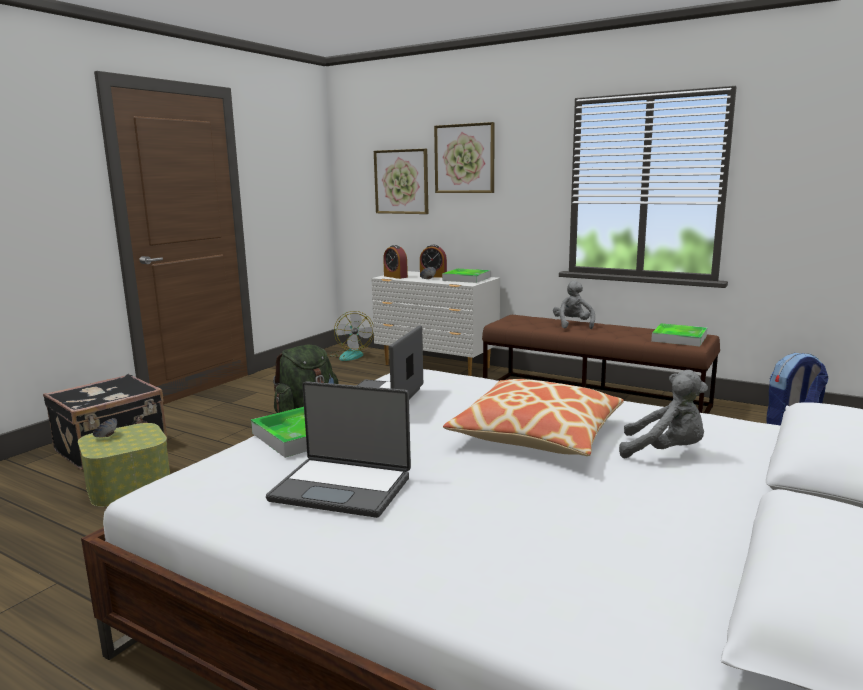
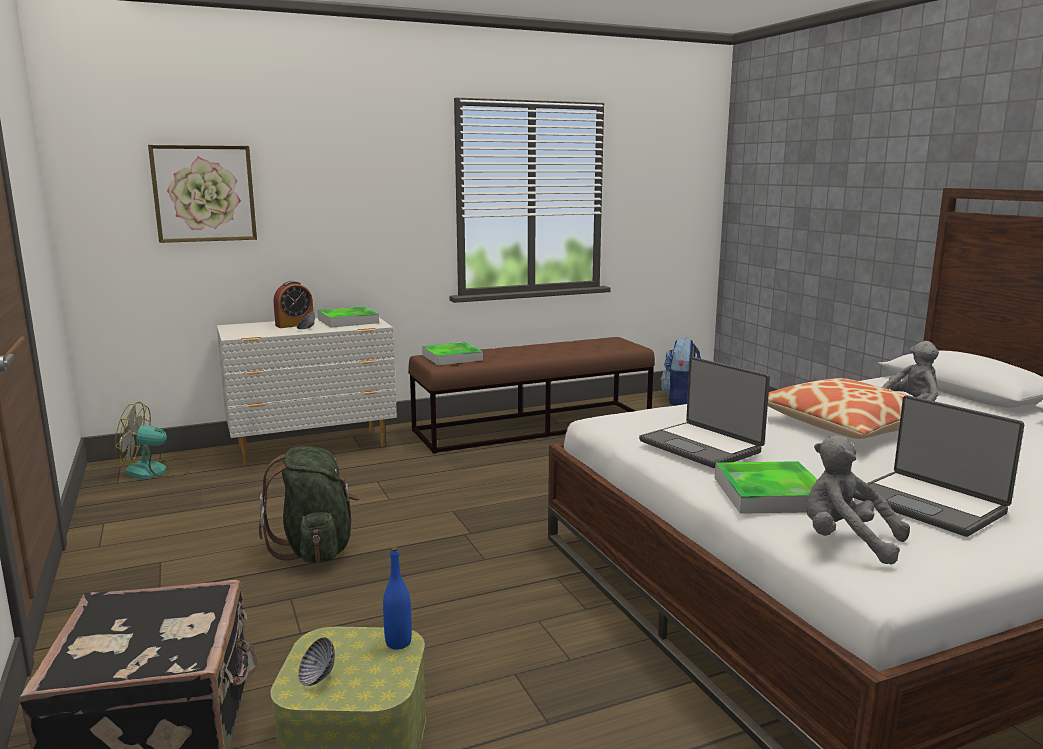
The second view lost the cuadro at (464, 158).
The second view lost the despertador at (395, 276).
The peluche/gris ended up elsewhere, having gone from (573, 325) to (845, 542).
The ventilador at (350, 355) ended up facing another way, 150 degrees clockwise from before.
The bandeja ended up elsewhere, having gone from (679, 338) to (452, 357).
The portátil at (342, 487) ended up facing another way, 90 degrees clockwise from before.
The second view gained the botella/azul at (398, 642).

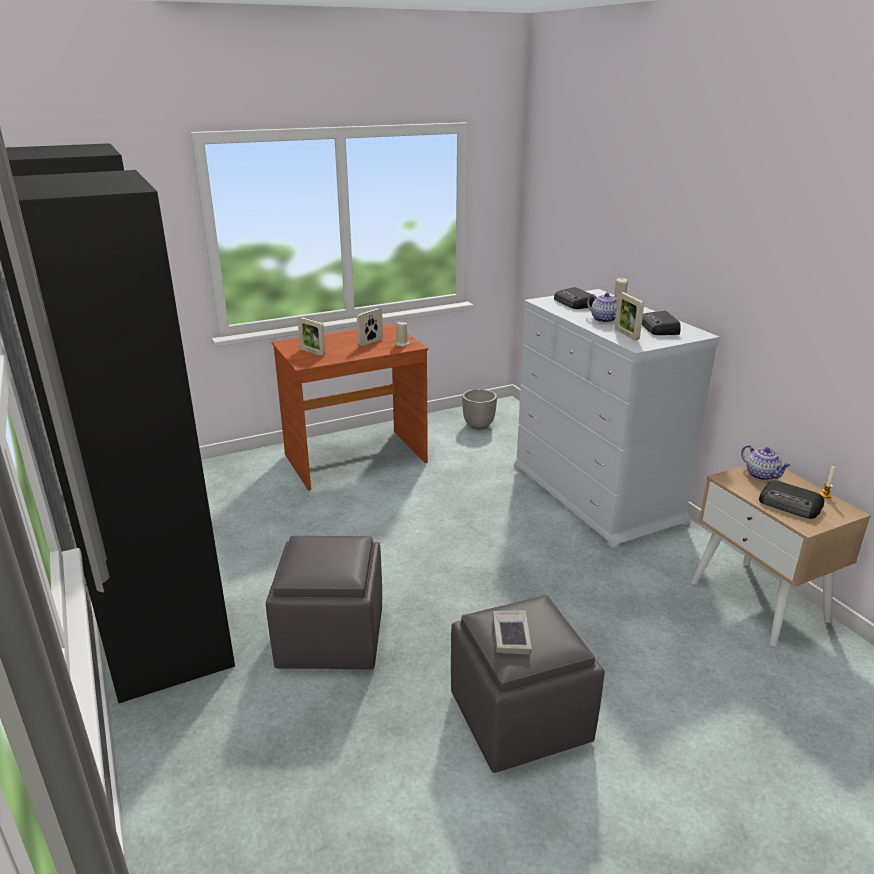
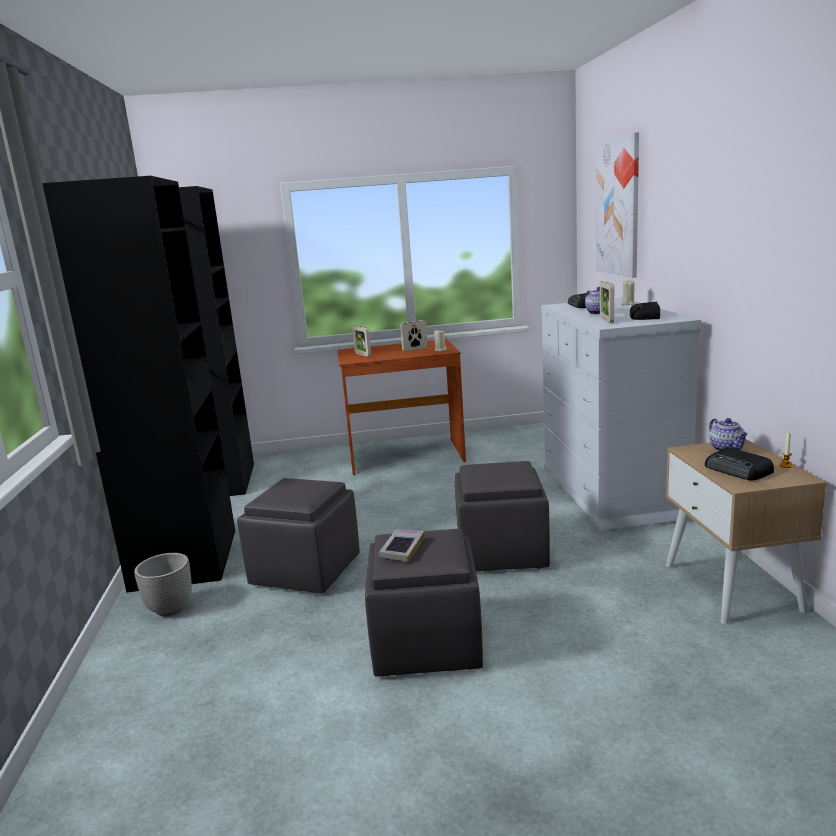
The maceta ended up elsewhere, having gone from (479, 425) to (171, 608).
The second view gained the cuadro at (618, 207).
The second view gained the puf/gris at (502, 552).

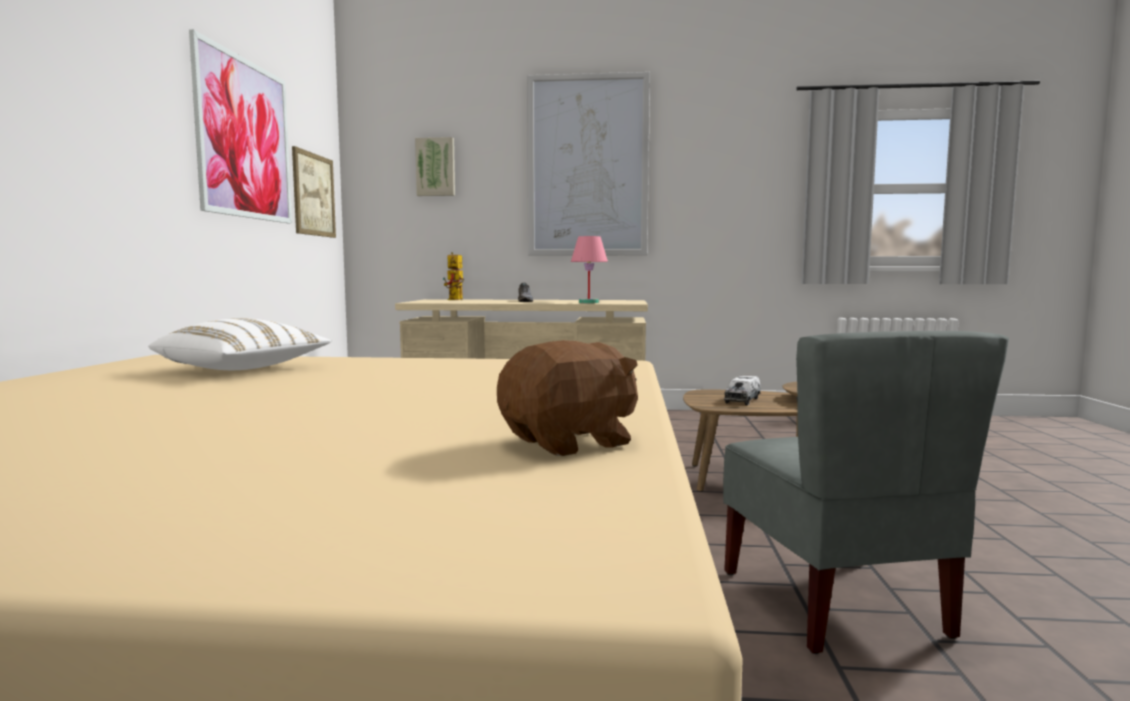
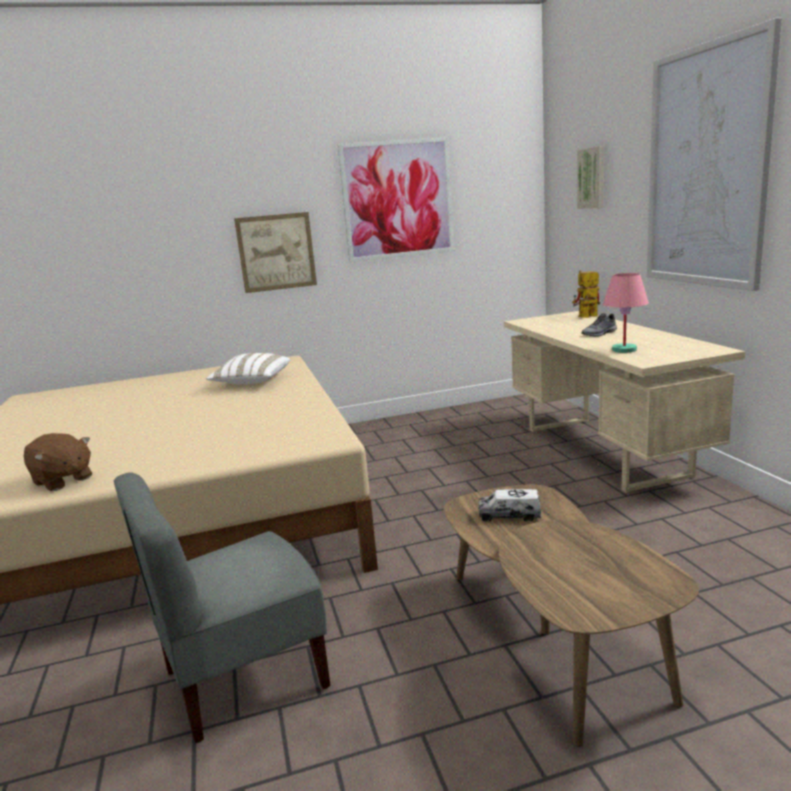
The cuadro ended up elsewhere, having gone from (314, 195) to (276, 252).

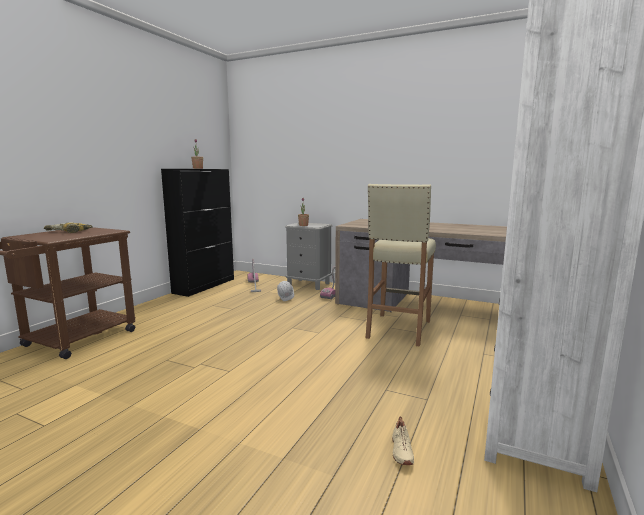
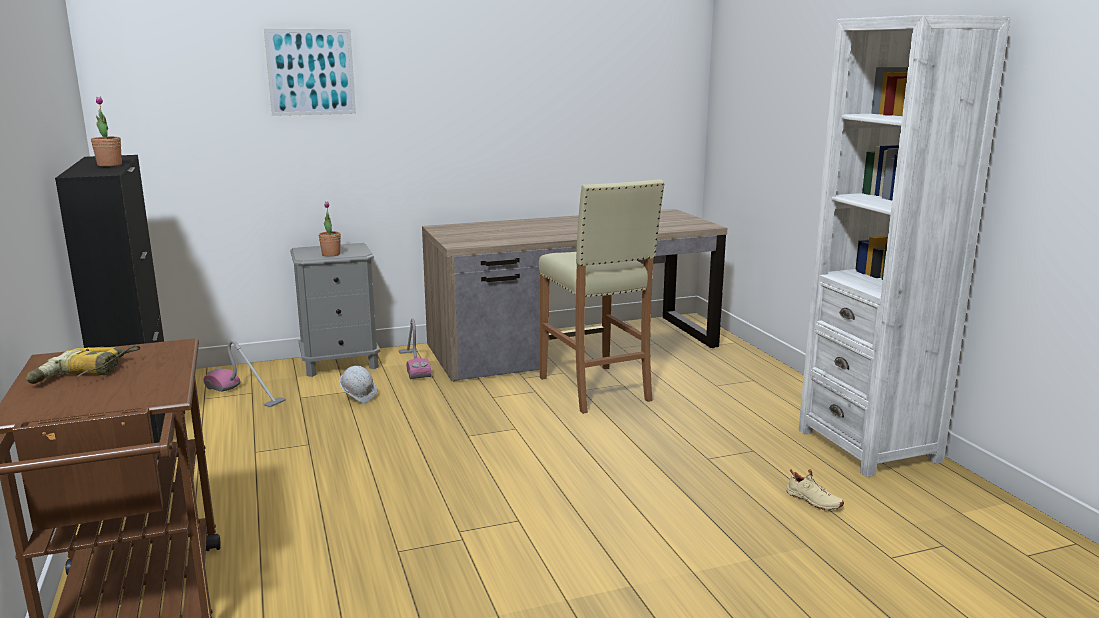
The second view gained the cuadro at (311, 72).

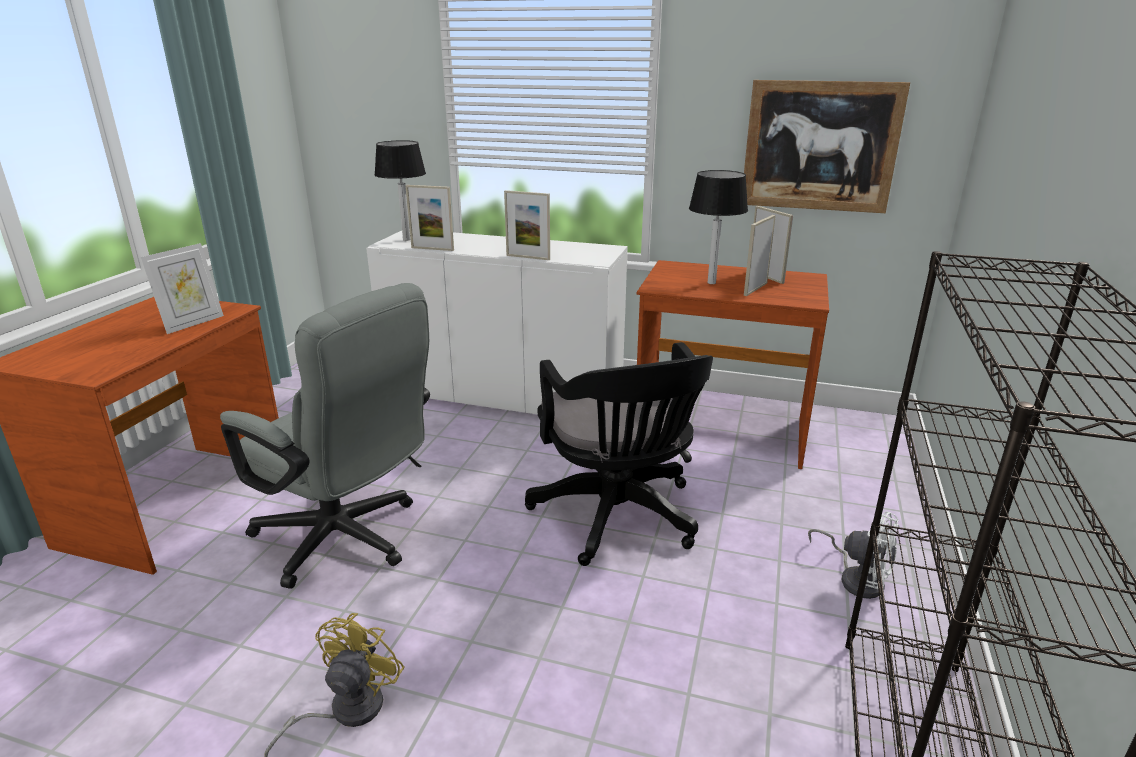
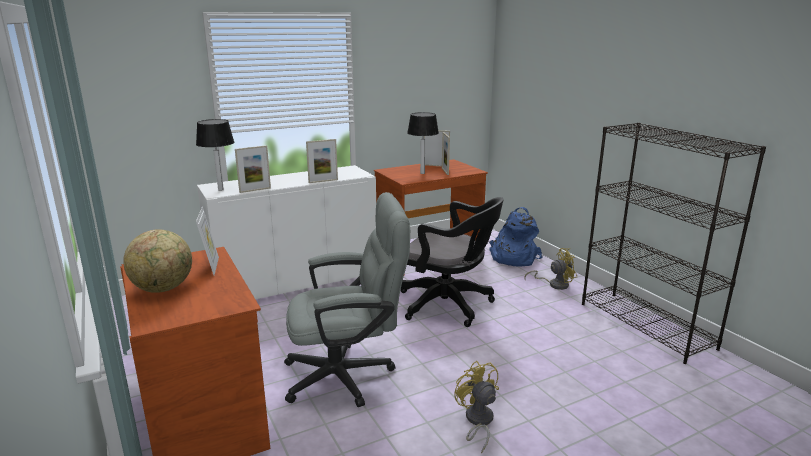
The second view lost the cuadro at (820, 146).
What was the ventilador/blanco at (857, 578) turned into the ventilador/amarillo at (554, 284).
The second view gained the mochila/azul at (512, 258).
The second view gained the globo terráqueo at (163, 288).

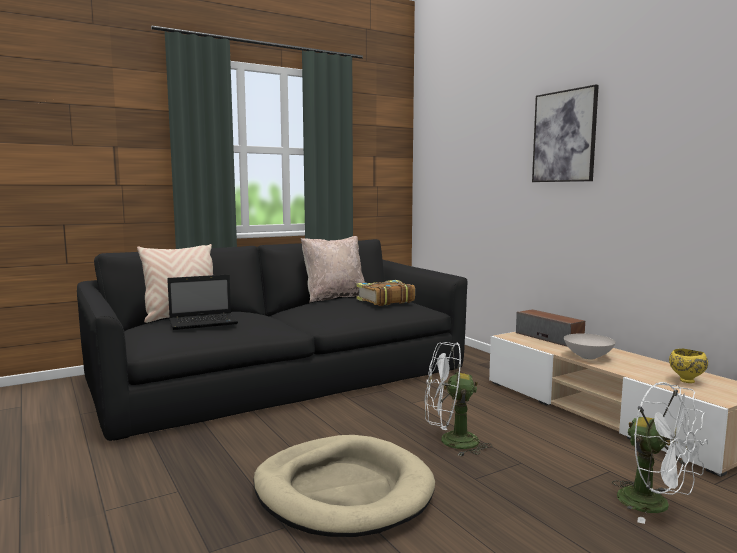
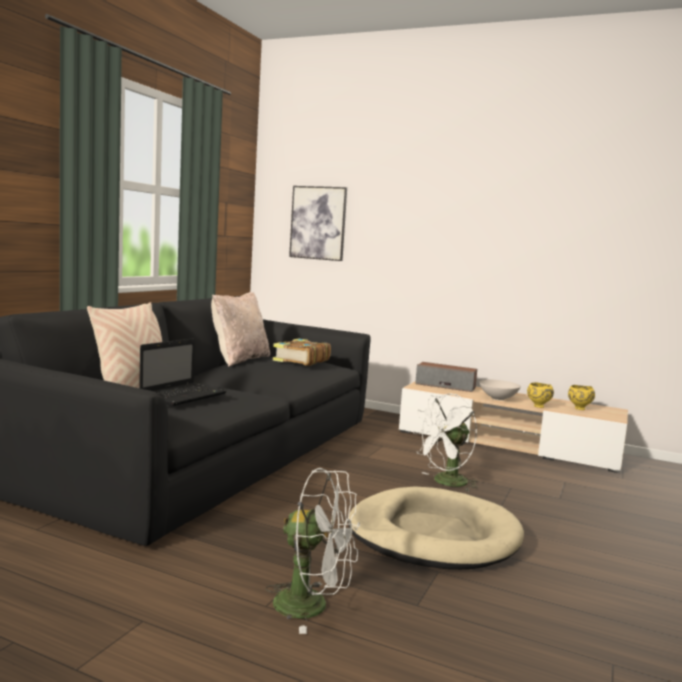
The cuadro ended up elsewhere, having gone from (564, 136) to (318, 223).
The ventilador/blanco ended up elsewhere, having gone from (655, 505) to (313, 606).
The second view gained the cuenco/amarillo at (538, 406).

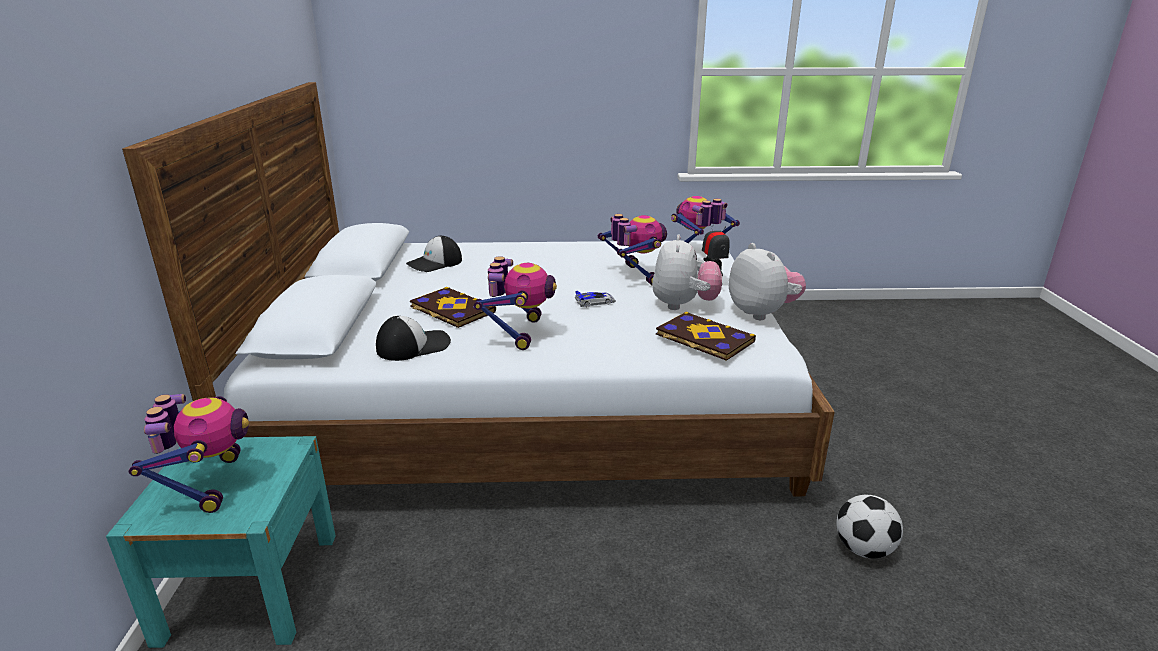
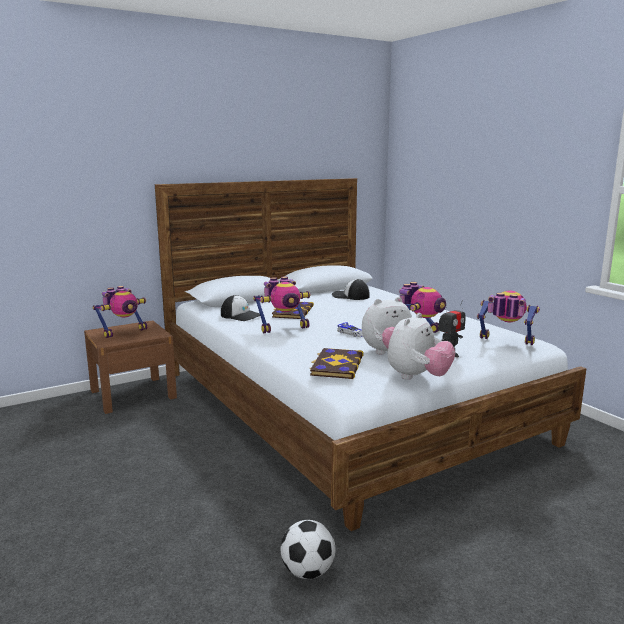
What was the mesita de noche/turquesa at (250, 587) turned into the mesita de noche/marrón at (133, 394).

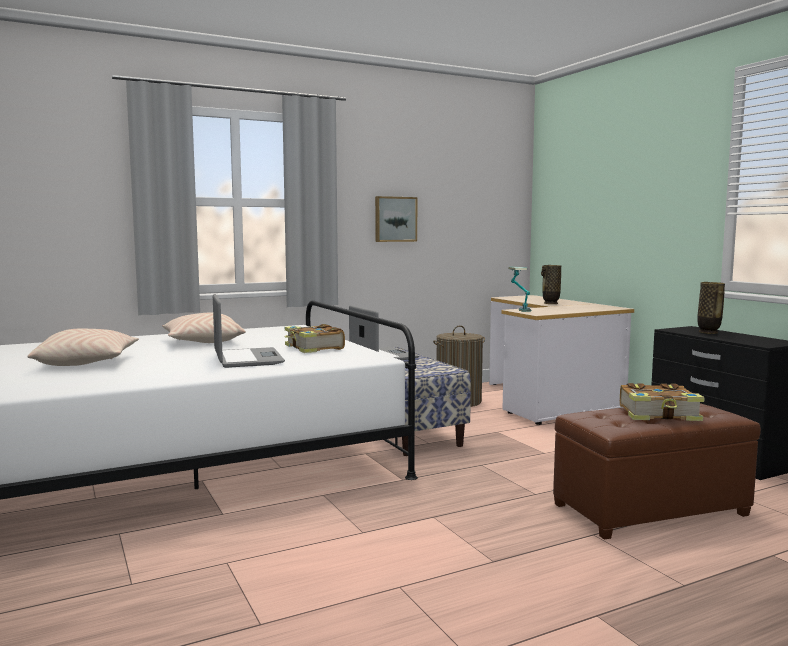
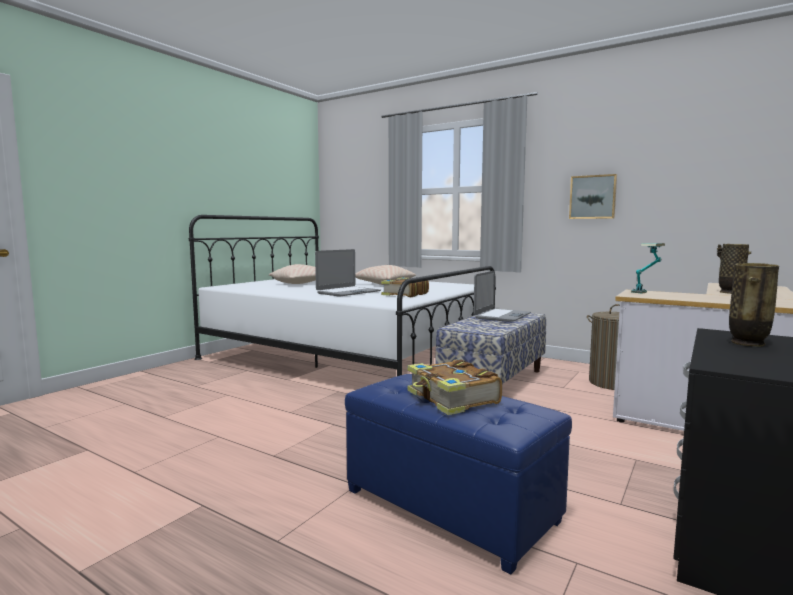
What was the puf/marrón at (651, 510) turned into the puf/azul at (449, 506).

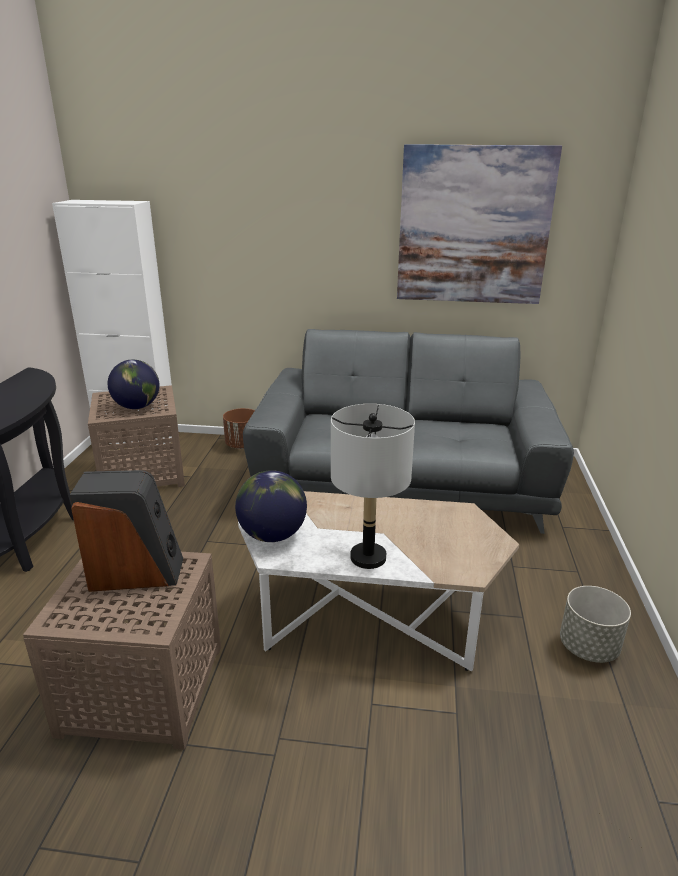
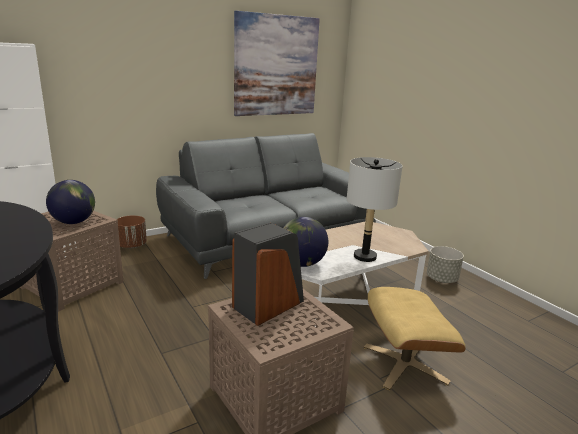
The second view gained the puf/beis at (404, 364).

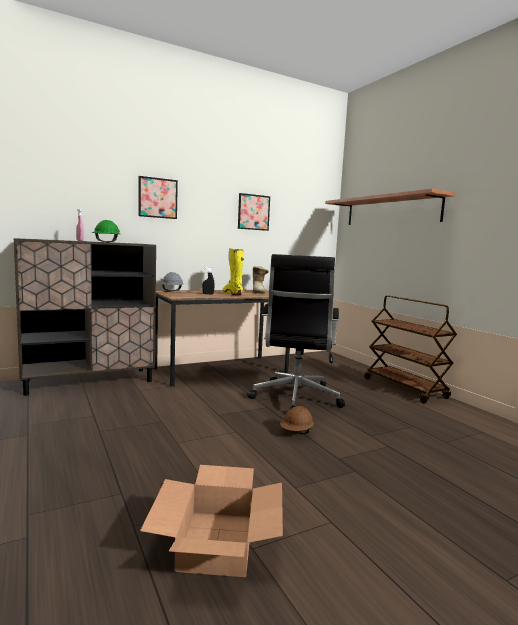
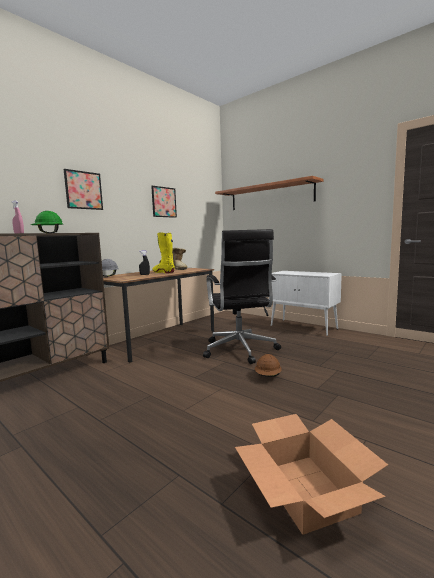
Where the carrito/marrón stood at (405, 388), the armario/blanco came to stand at (304, 327).

